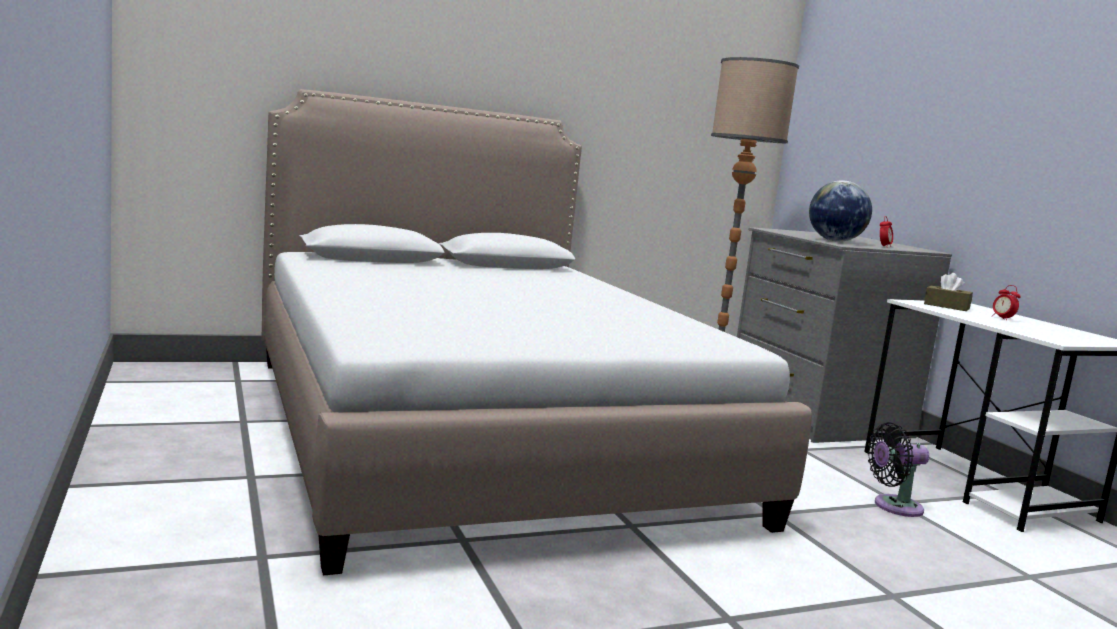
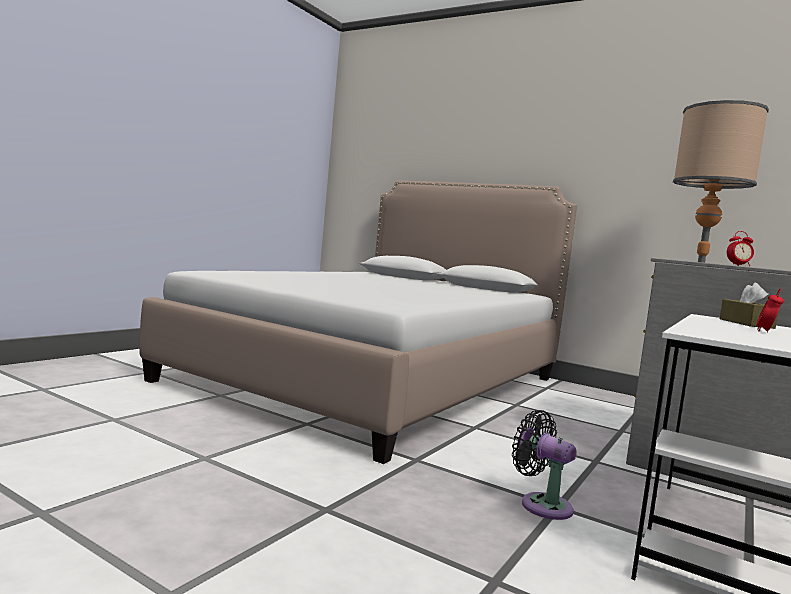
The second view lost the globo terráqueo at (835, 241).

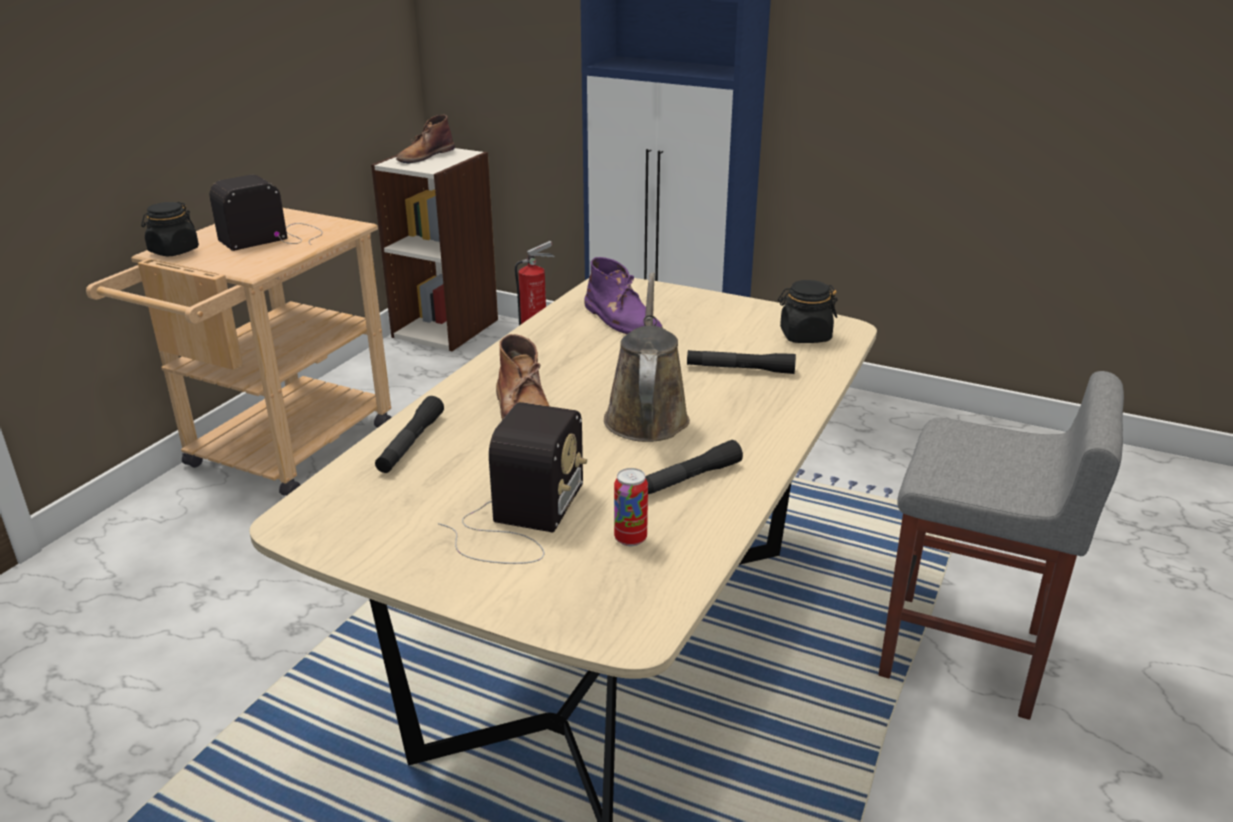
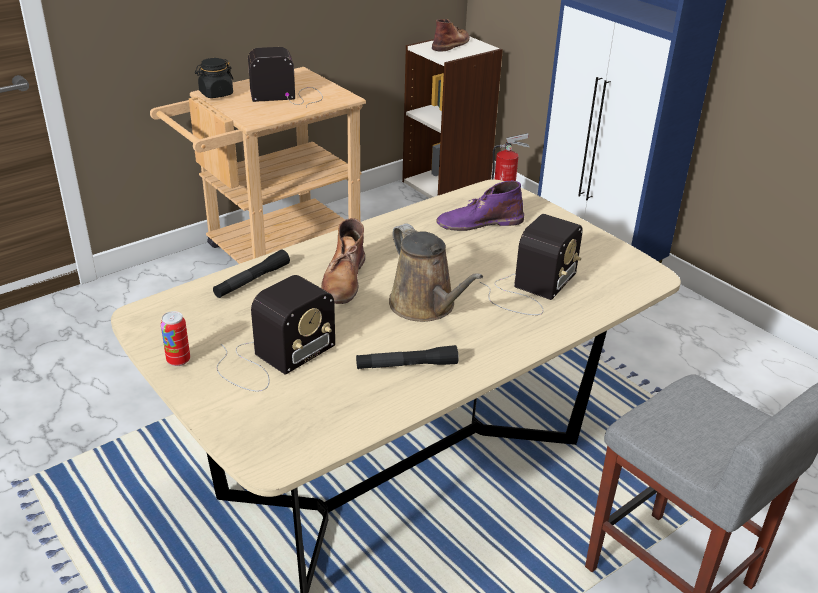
The bota/marrón at (425, 155) ended up facing another way, 150 degrees clockwise from before.
The bota/morado at (621, 319) ended up facing another way, 90 degrees clockwise from before.
The regadera/marrón at (646, 415) ended up facing another way, 120 degrees clockwise from before.
The second view lost the tarro/negro at (804, 336).
Where the linterna/negro stood at (740, 369), the radio came to stand at (531, 289).
The lata ended up elsewhere, having gone from (630, 539) to (178, 360).

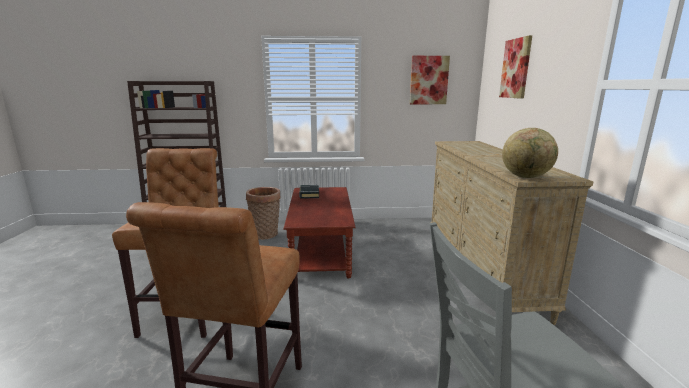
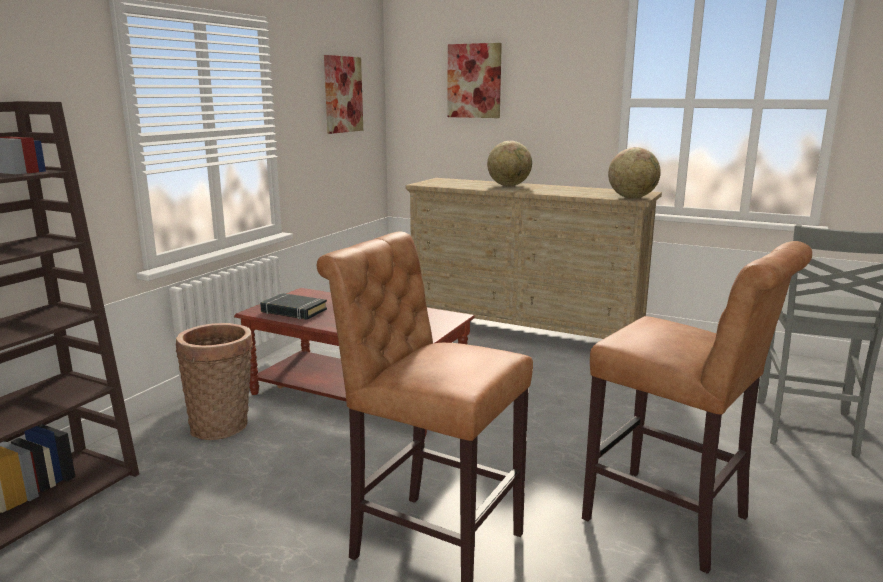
The second view gained the globo terráqueo at (509, 185).

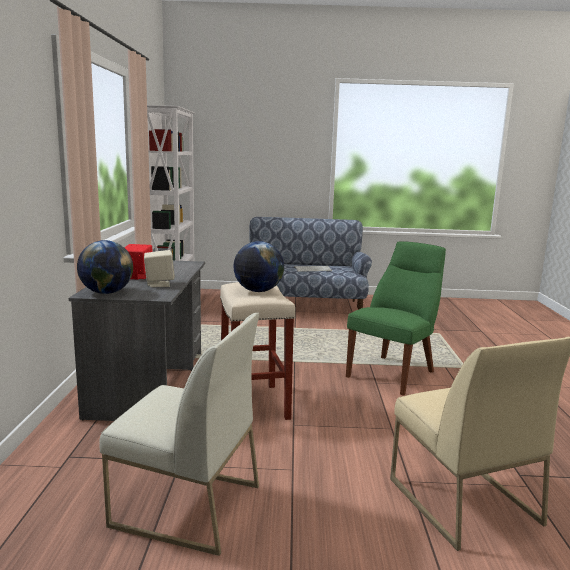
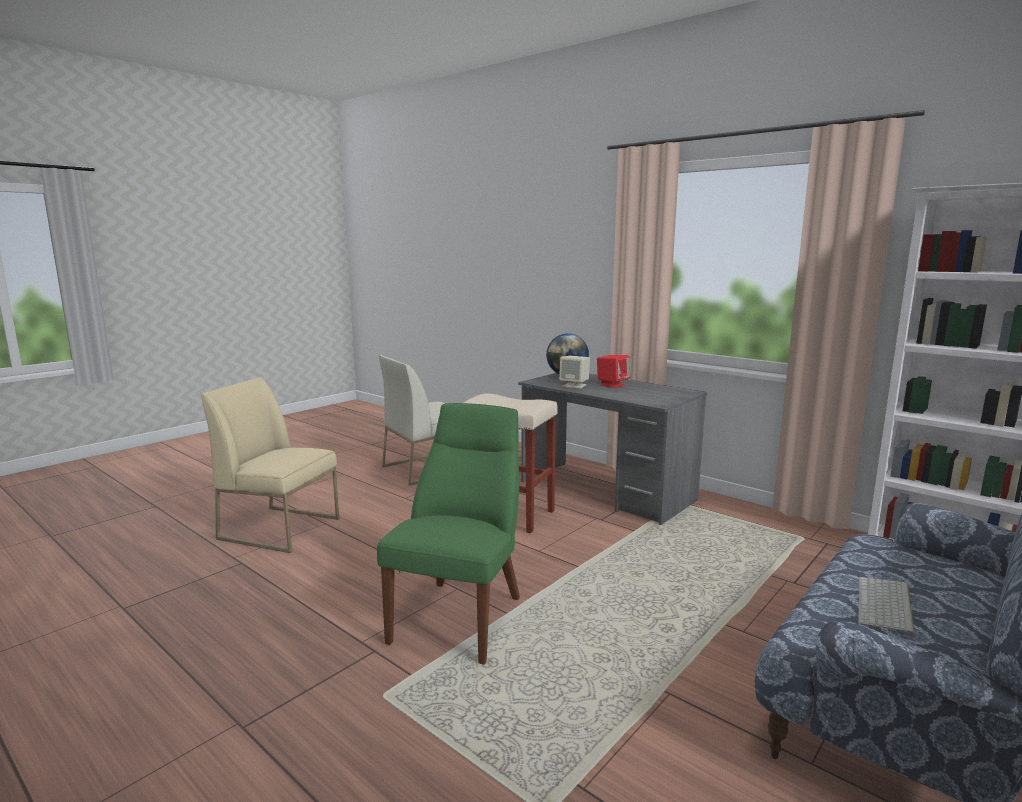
The second view lost the globo terráqueo at (258, 291).
The silla/verde at (393, 373) ended up facing another way, 150 degrees counterclockwise from before.

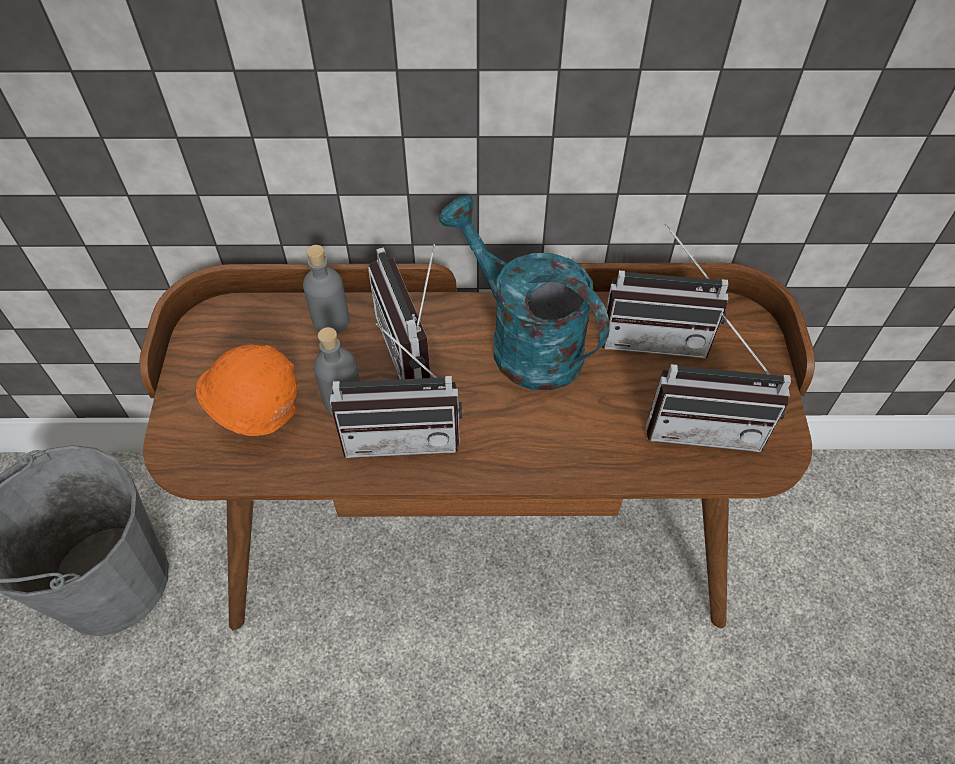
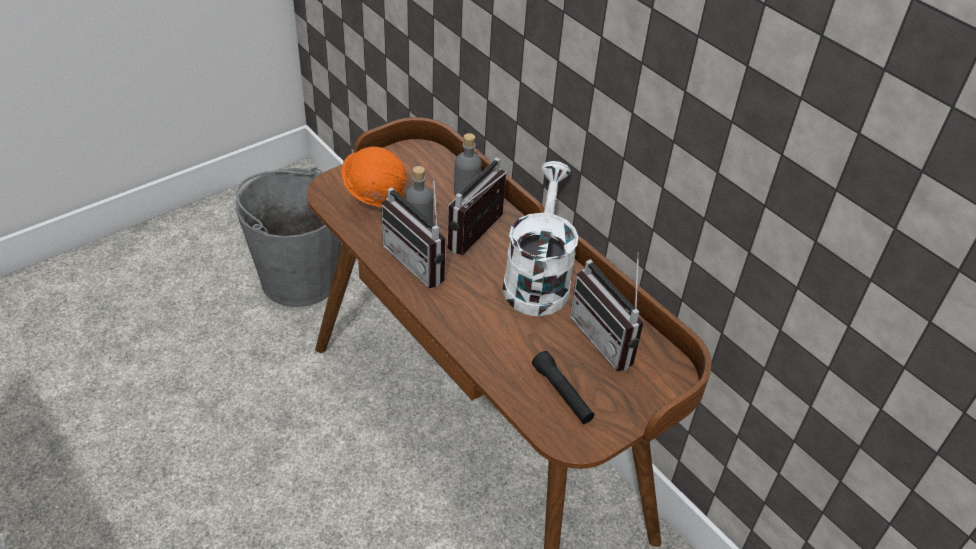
What was the regadera/turquesa at (523, 342) turned into the regadera/blanco at (537, 279).
Where the radio stood at (704, 424), the linterna/negro came to stand at (562, 394).

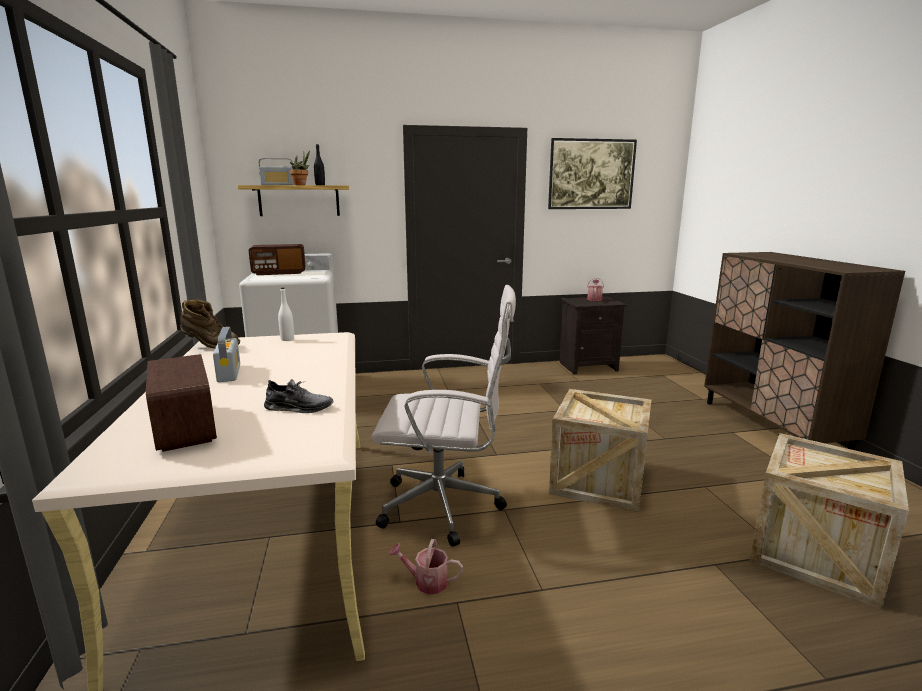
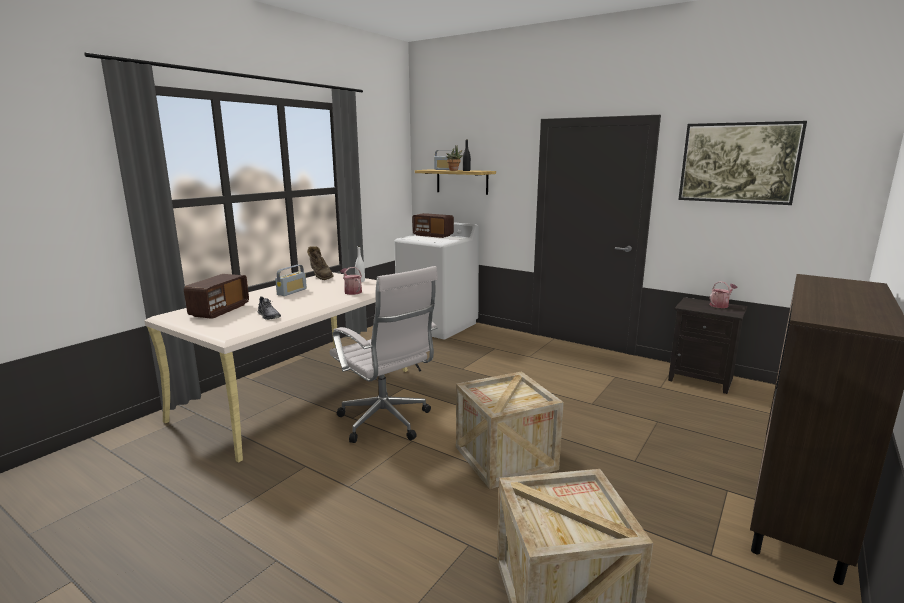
The regadera ended up elsewhere, having gone from (426, 581) to (352, 291).

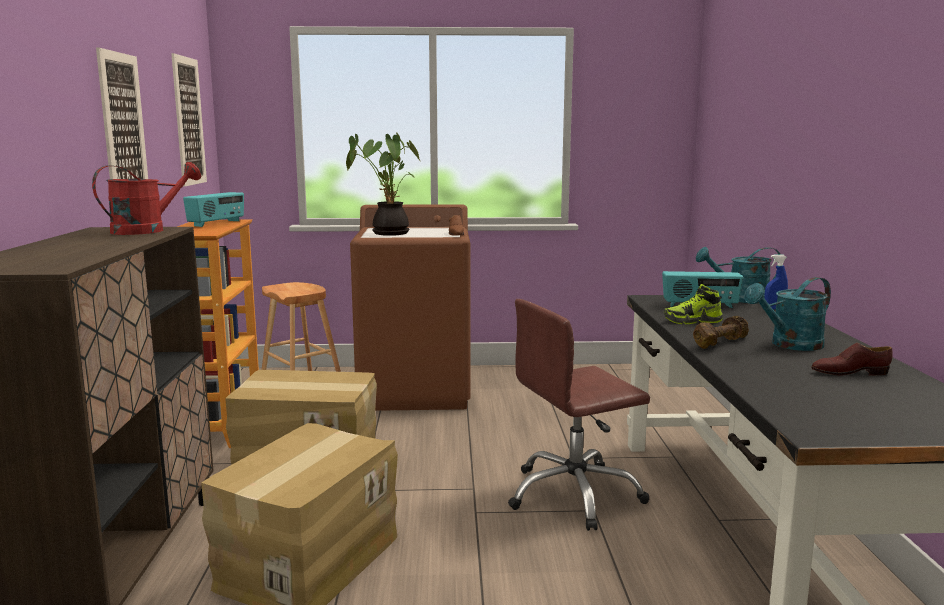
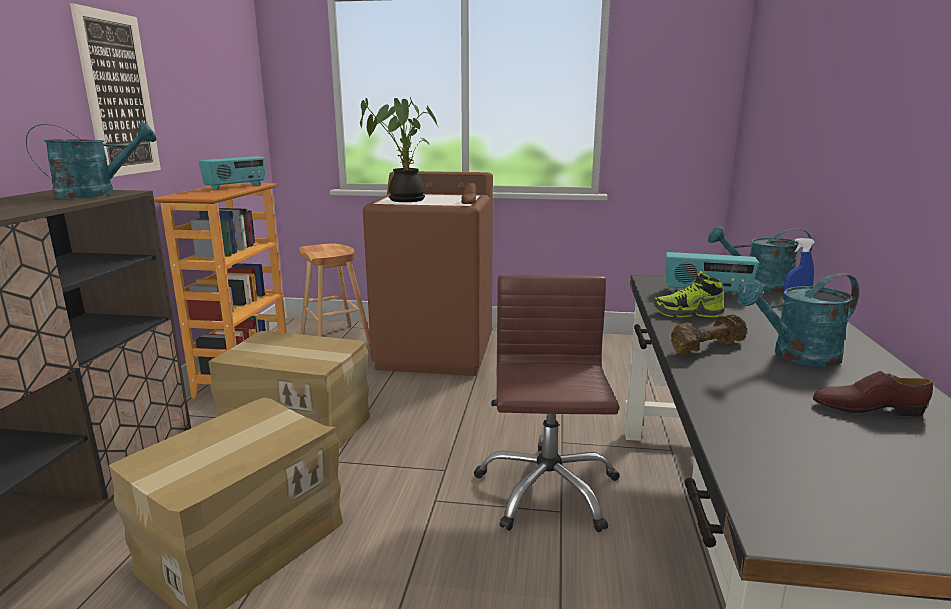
The second view lost the cuadro at (189, 121).
What was the regadera/rojo at (147, 230) turned into the regadera/turquesa at (97, 193).
The silla de oficina/marrón at (574, 495) ended up facing another way, 105 degrees clockwise from before.

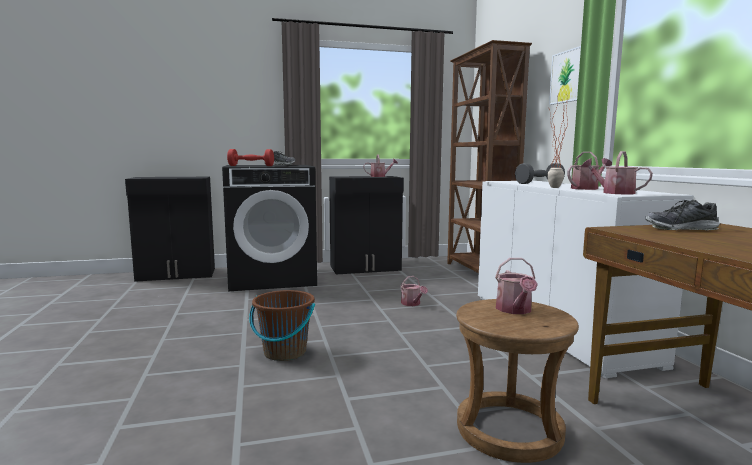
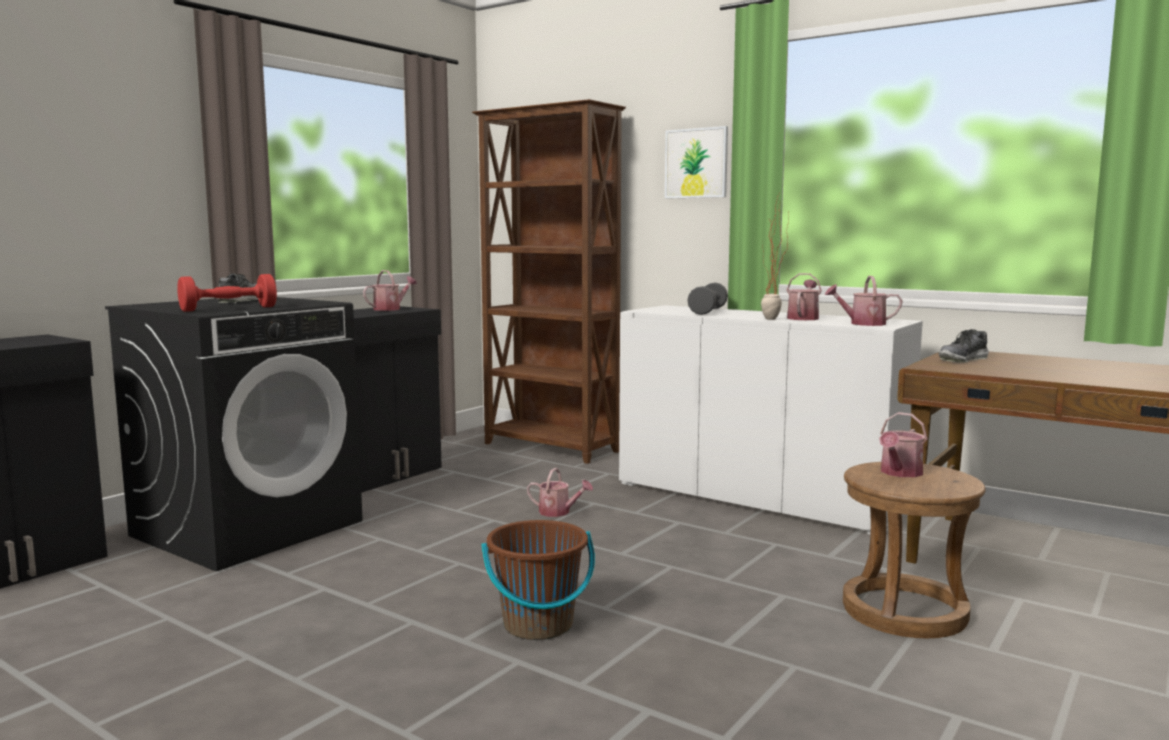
The regadera at (515, 310) ended up facing another way, 75 degrees clockwise from before.

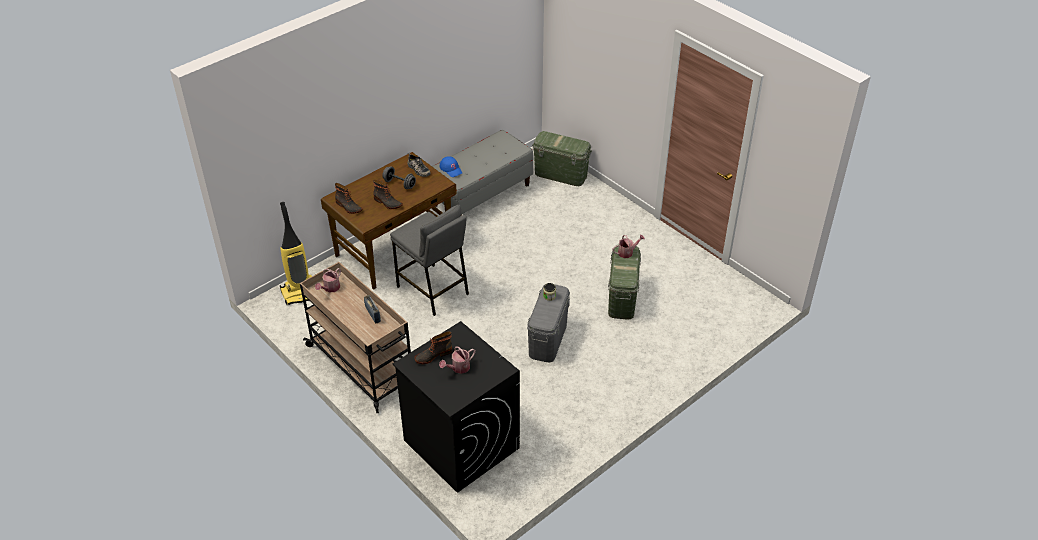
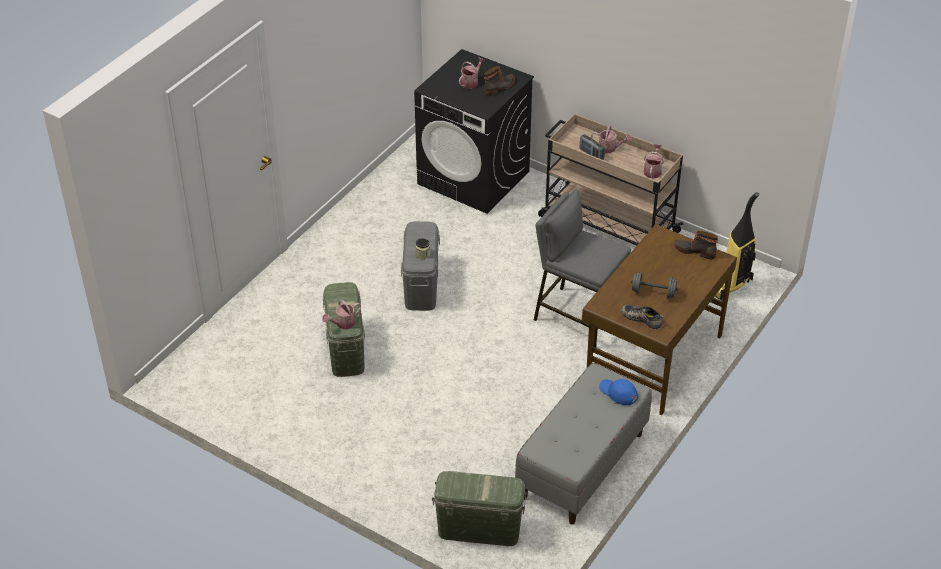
The second view lost the bota at (387, 203).
The second view gained the regadera at (610, 148).

